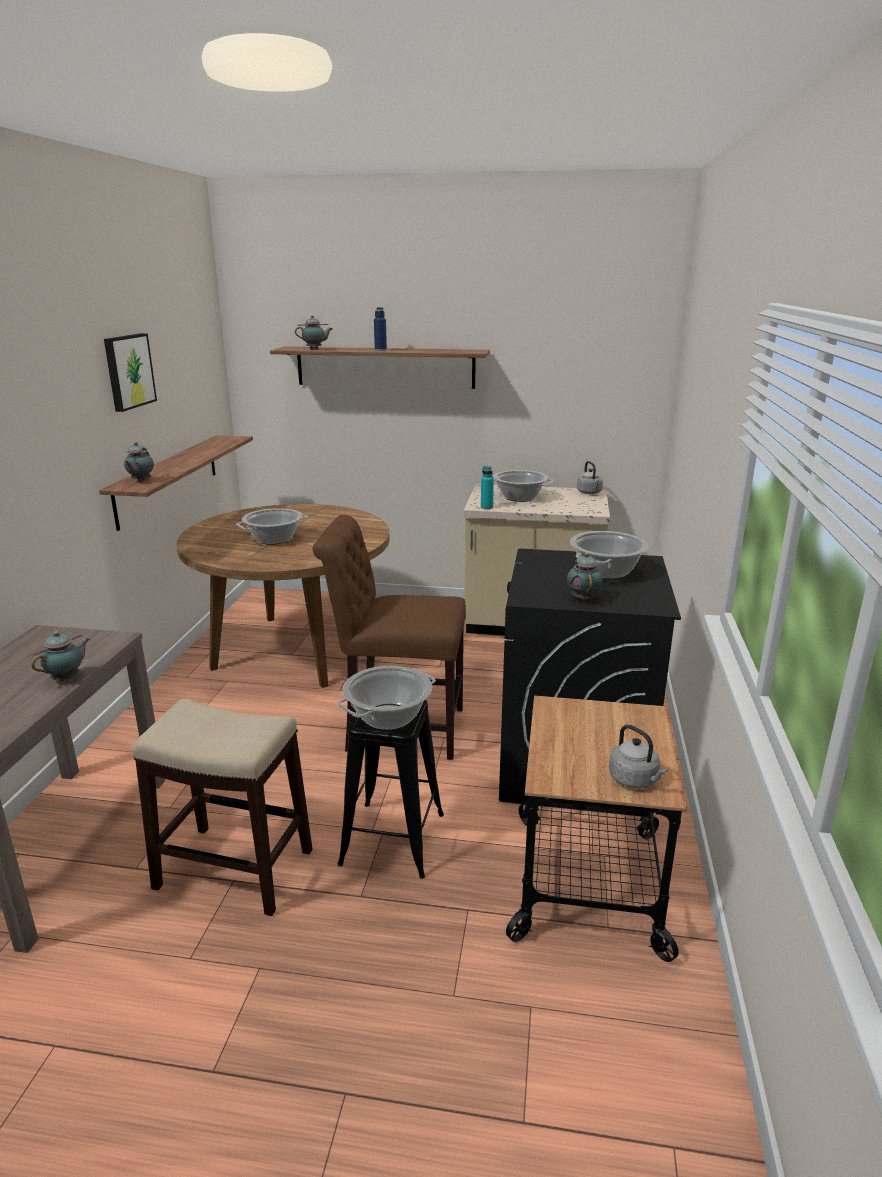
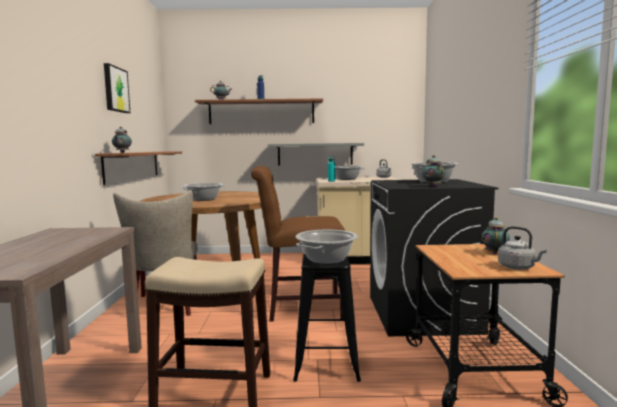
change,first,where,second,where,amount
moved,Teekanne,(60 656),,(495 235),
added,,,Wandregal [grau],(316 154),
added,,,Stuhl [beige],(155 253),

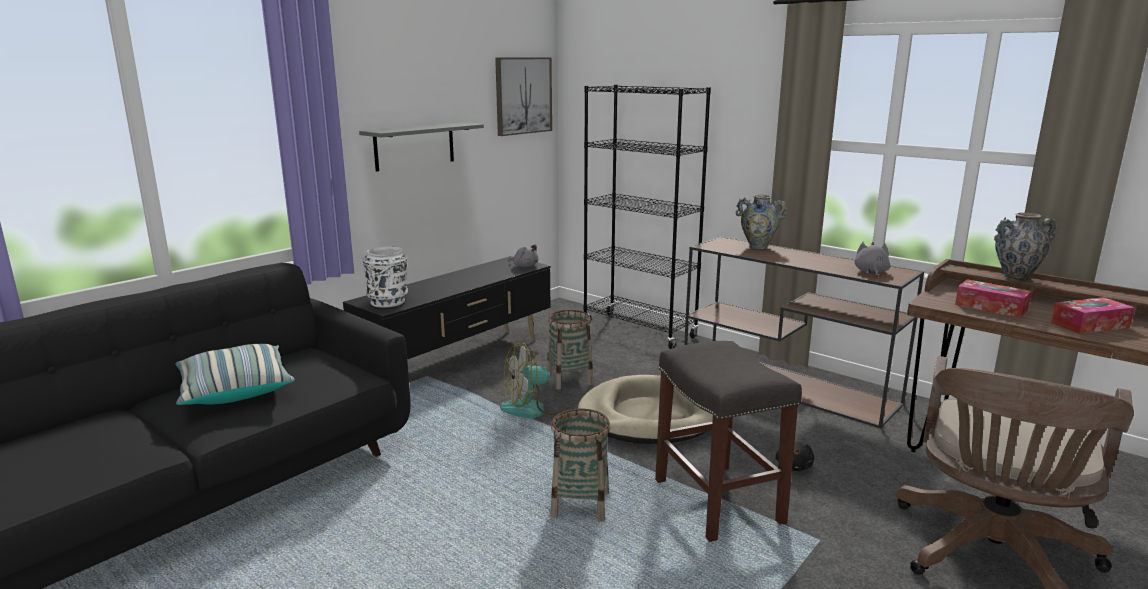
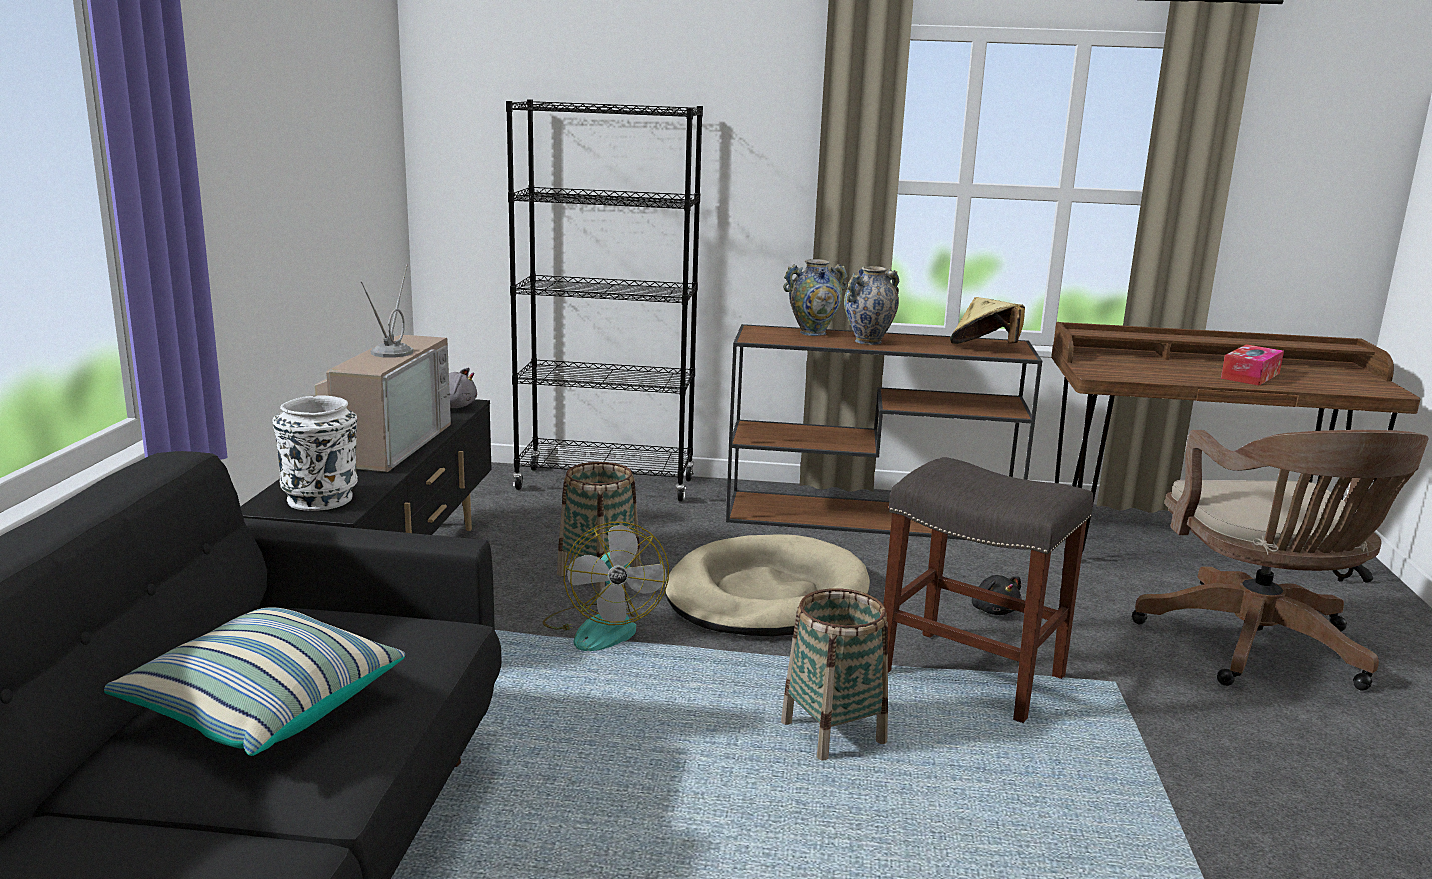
change,first,where,second,where,amount
removed,Bild,(523 96),,,
removed,Wandregal [grau],(421 147),,,
moved,Vase,(1025 247),,(871 305),
replaced,Plüschtier [grau],(872 259),Hut [beige],(987 320),
removed,Taschentuchbox,(993 298),,,
turned,Ventilator,(533 380),,(606 586),45 degrees counterclockwise
added,,,Fernseher,(382 368),

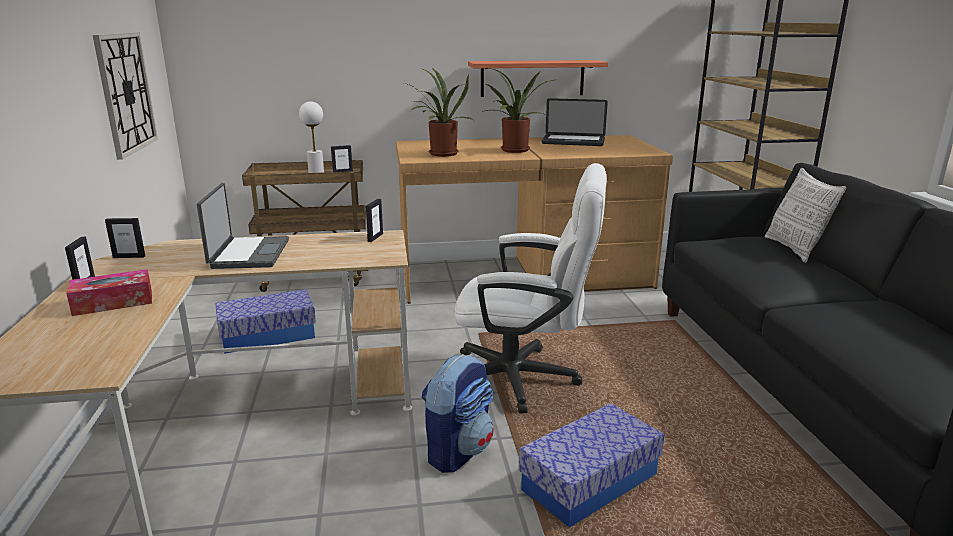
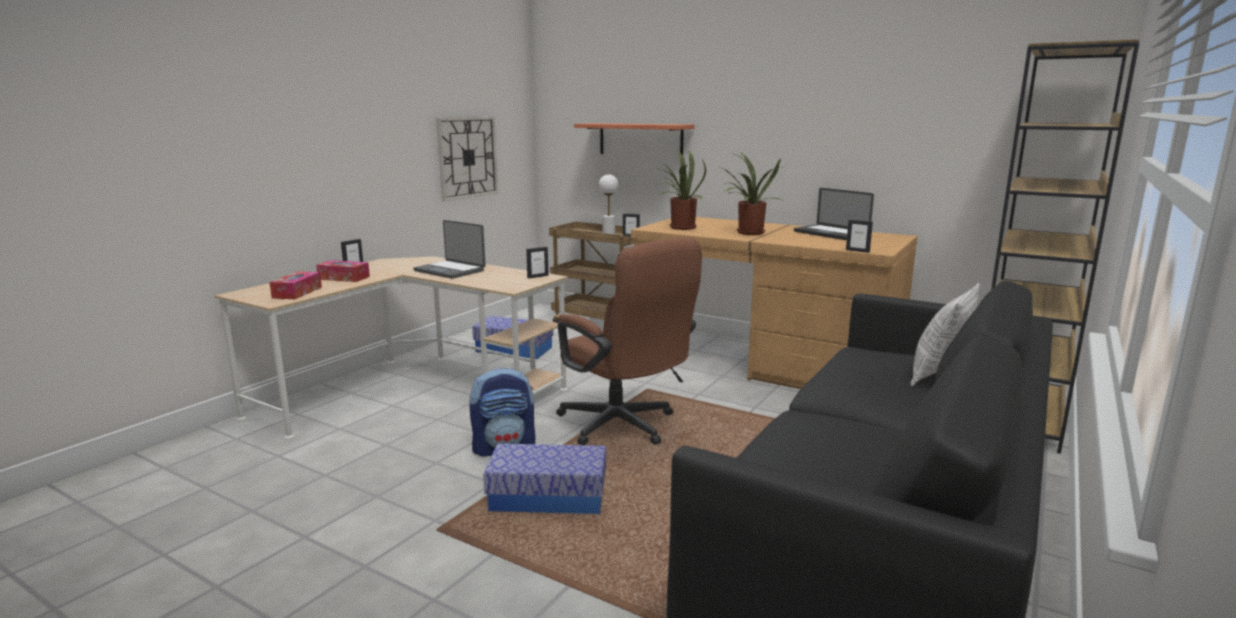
change,first,where,second,where,amount
moved,Wandregal,(538 78),,(634 139),
recoloured,Bürostuhl [weiß],(531 288),Bürostuhl [braun],(629 341),
turned,Laptop,(243 226),,(449 249),90 degrees clockwise
moved,Bilderrahmen,(125 238),,(859 236),
added,,,Taschentuchbox,(295 285),

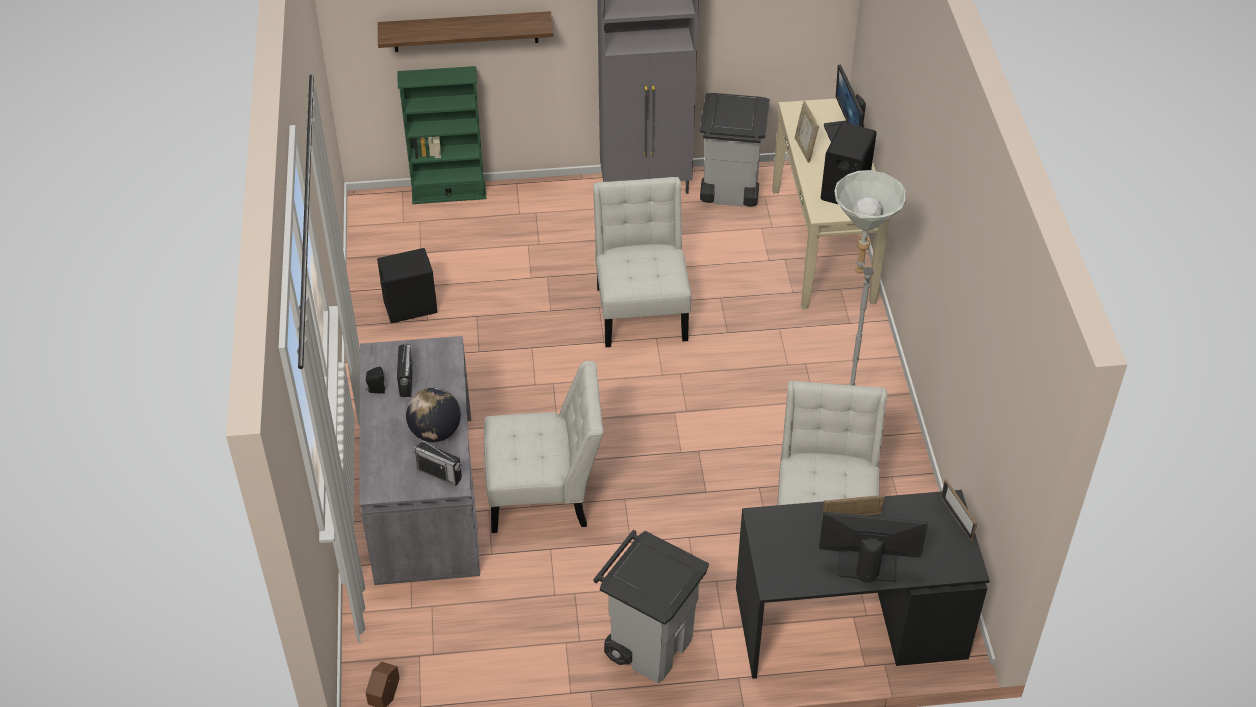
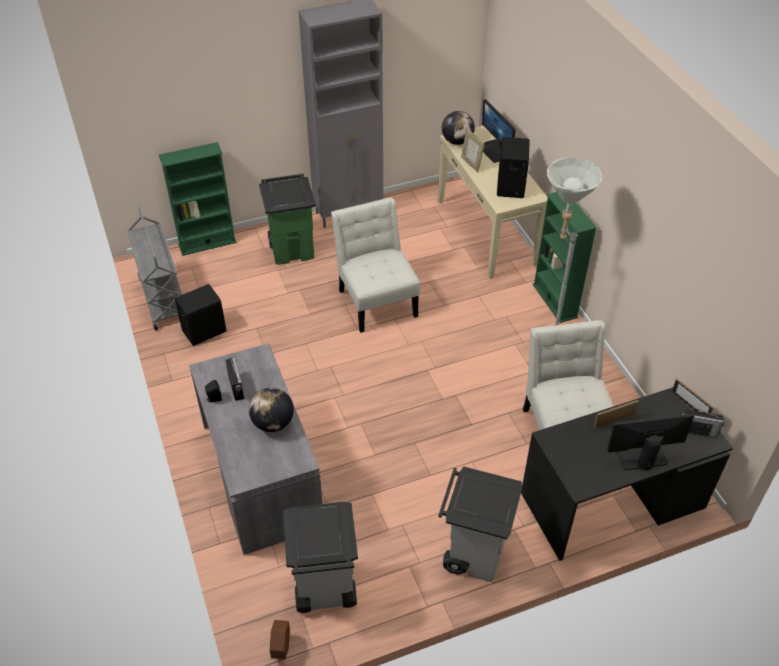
change,first,where,second,where,amount
removed,Wandregal,(465 31),,,
moved,Mülleimer [grau],(735 150),,(320 557),
removed,Stuhl [weiß],(543 447),,,
moved,Radio,(437 462),,(703 422),
added,,,Globus,(458 128),
added,,,Mülleimer [grün],(287 219),
added,,,Bücherregal [grün],(565 257),
added,,,Rollwagen [grau],(154 268),

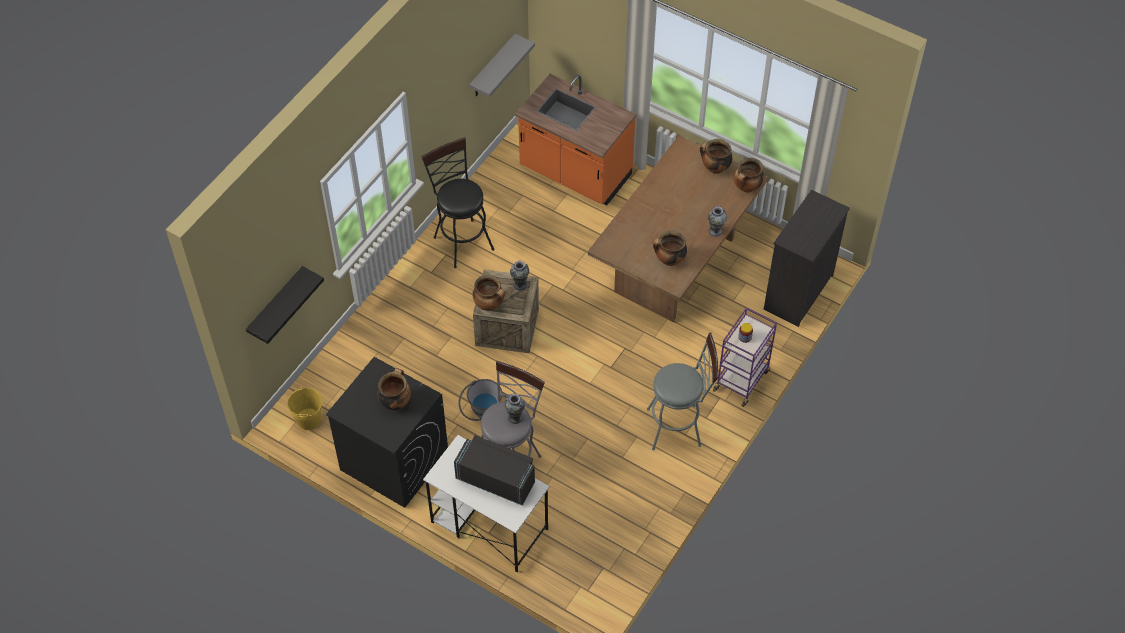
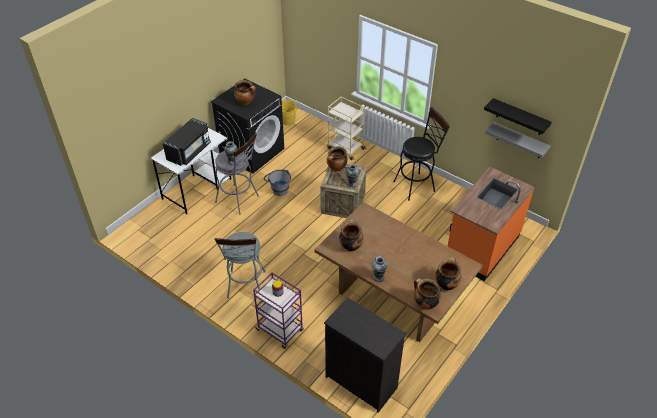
change,first,where,second,where,amount
moved,Wandregal [schwarz],(285 305),,(517 116),
added,,,Rollwagen [beige],(346 128),

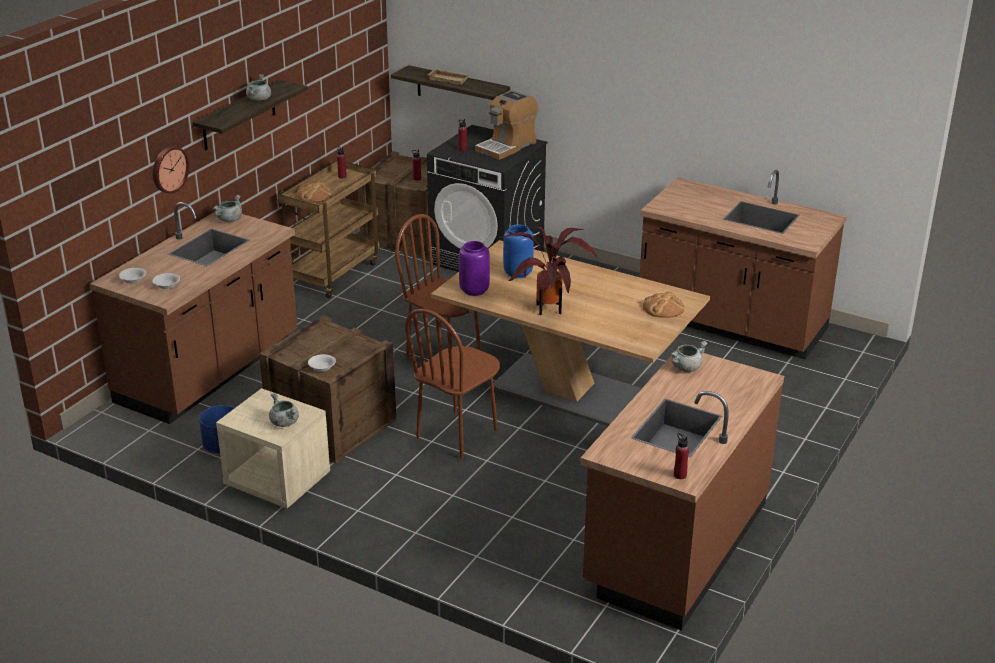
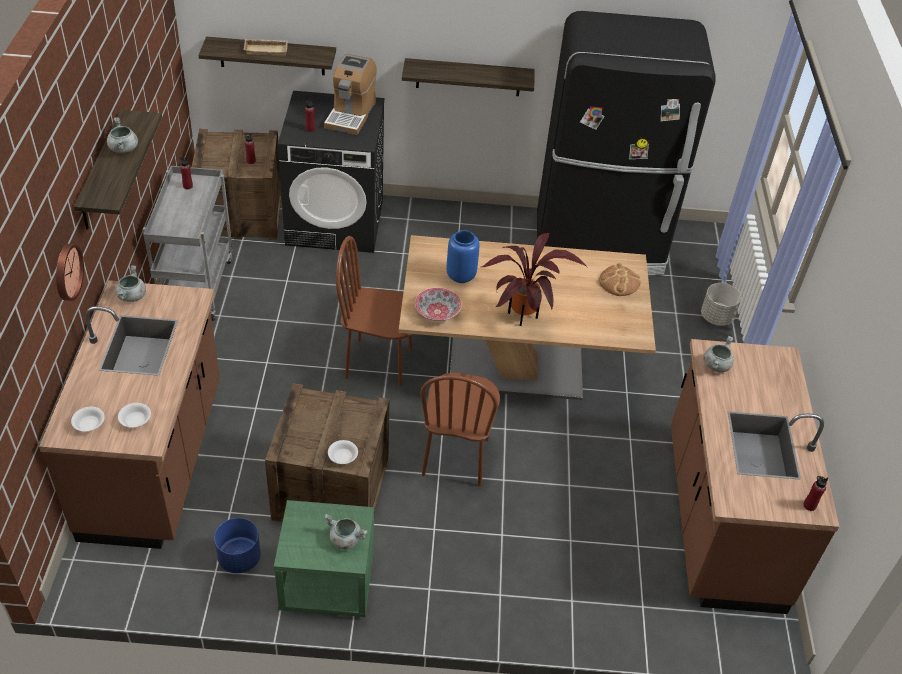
change,first,where,second,where,amount
recoloured,Rollwagen [braun],(329 229),Rollwagen [grau],(187 243),
replaced,Küchenzeile [braun],(743 264),Kühlschrank [schwarz],(626 143),
removed,Brot,(314 192),,,
replaced,Vase [lila],(474 268),Schüssel,(438 304),
recoloured,Nachttisch [beige],(273 448),Nachttisch [grün],(324 558),
added,,,Wandregal,(468 77),
added,,,Pflanzkübel [grau],(721 304),

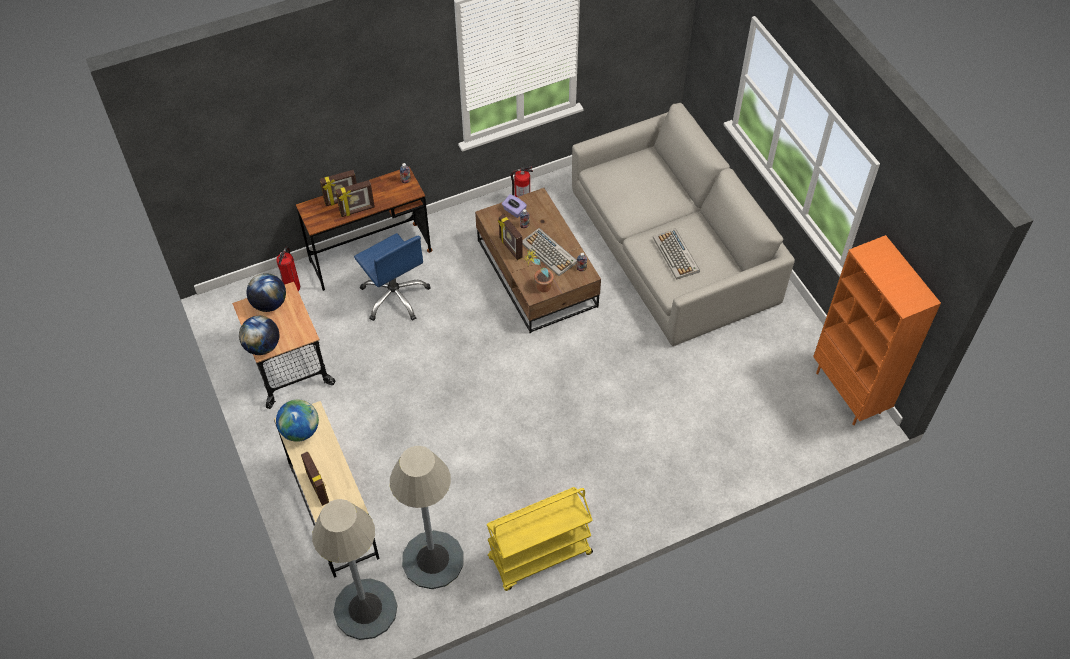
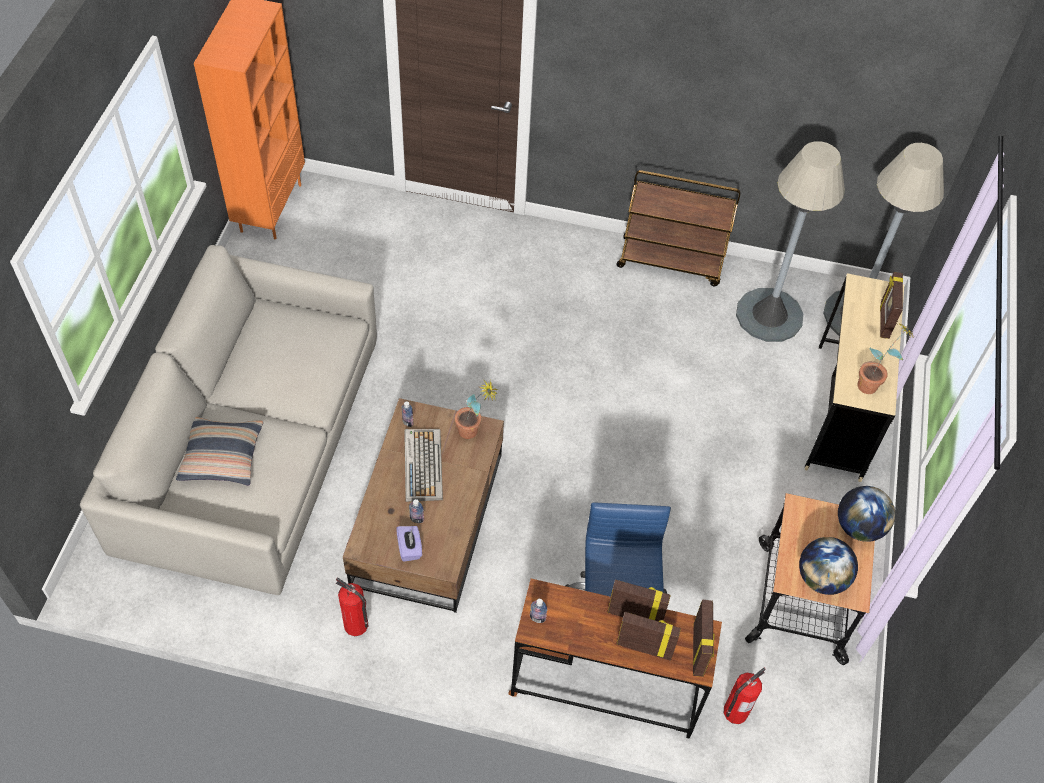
change,first,where,second,where,amount
moved,Bilderrahmen,(510 237),,(704 638),
removed,Tastatur,(676 254),,,
replaced,Globus,(297 420),Topfpflanze,(885 358),
recoloured,Rollwagen [gelb],(539 539),Rollwagen [braun],(679 228),
added,,,Kissen,(219 451),

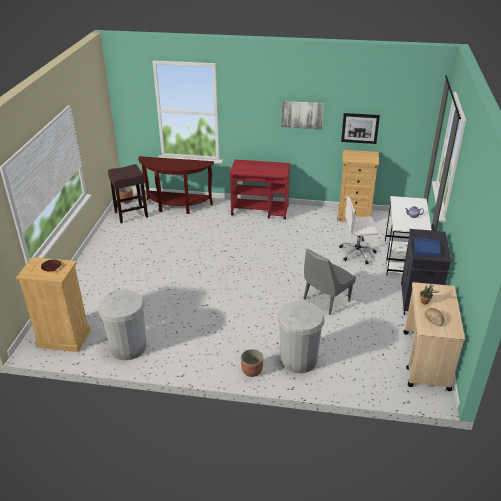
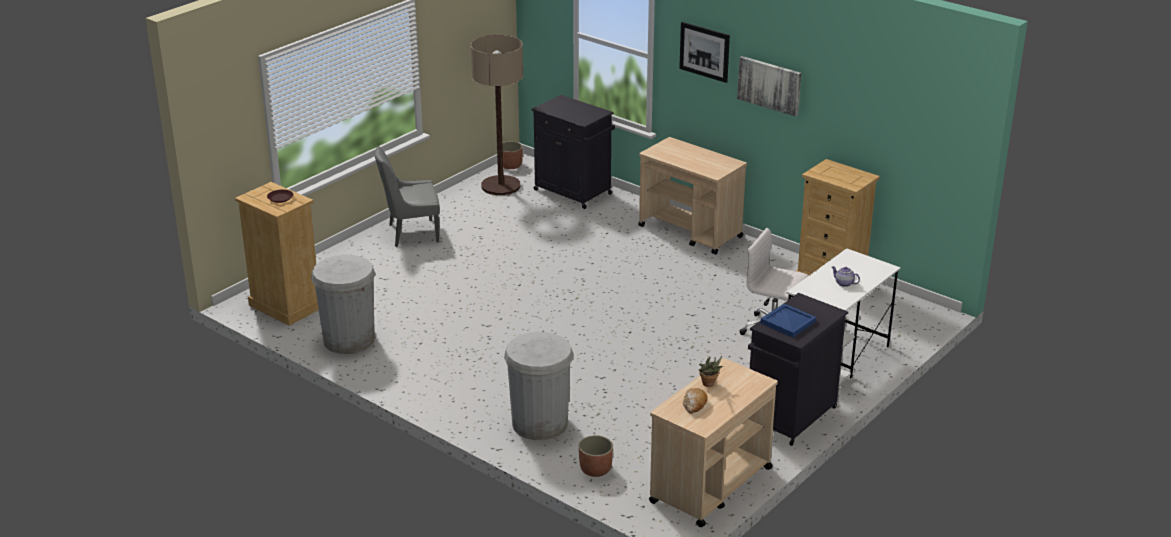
change,first,where,second,where,amount
moved,Bild,(360 128),,(704 52),
replaced,Konsolentisch [braun],(176 185),Schrank [schwarz],(573 152),
recoloured,Rollwagen [rot],(259 189),Rollwagen [beige],(692 196),
replaced,Hocker [braun],(128 193),Stehlampe,(497 115),
moved,Stuhl [grau],(329 281),,(407 196),
moved,Pflanzkübel,(252 363),,(596 456),

